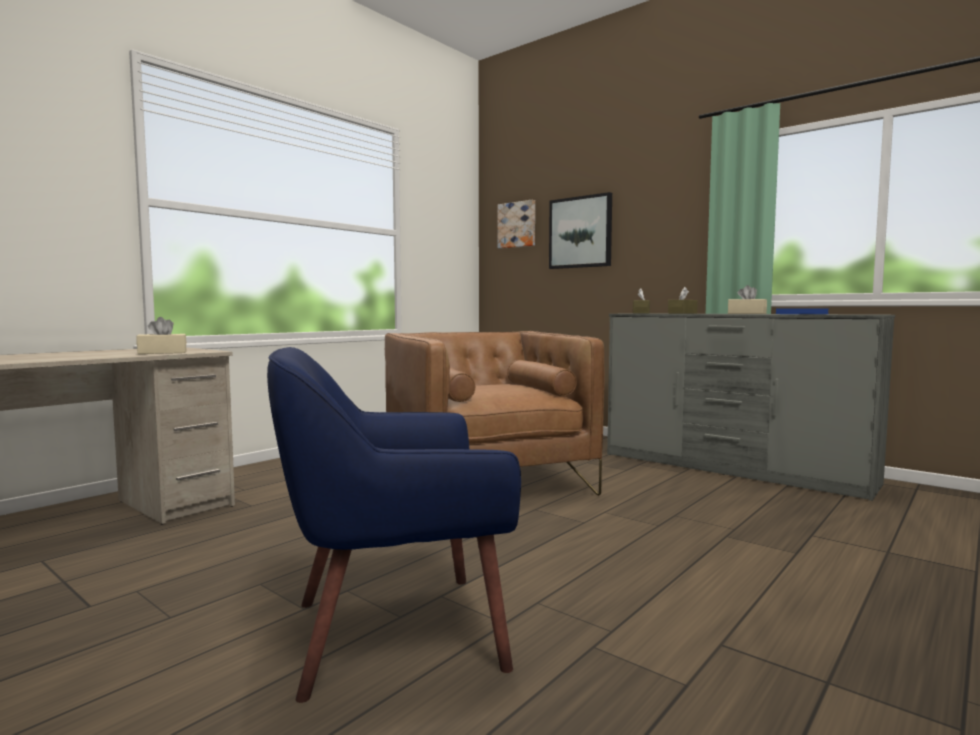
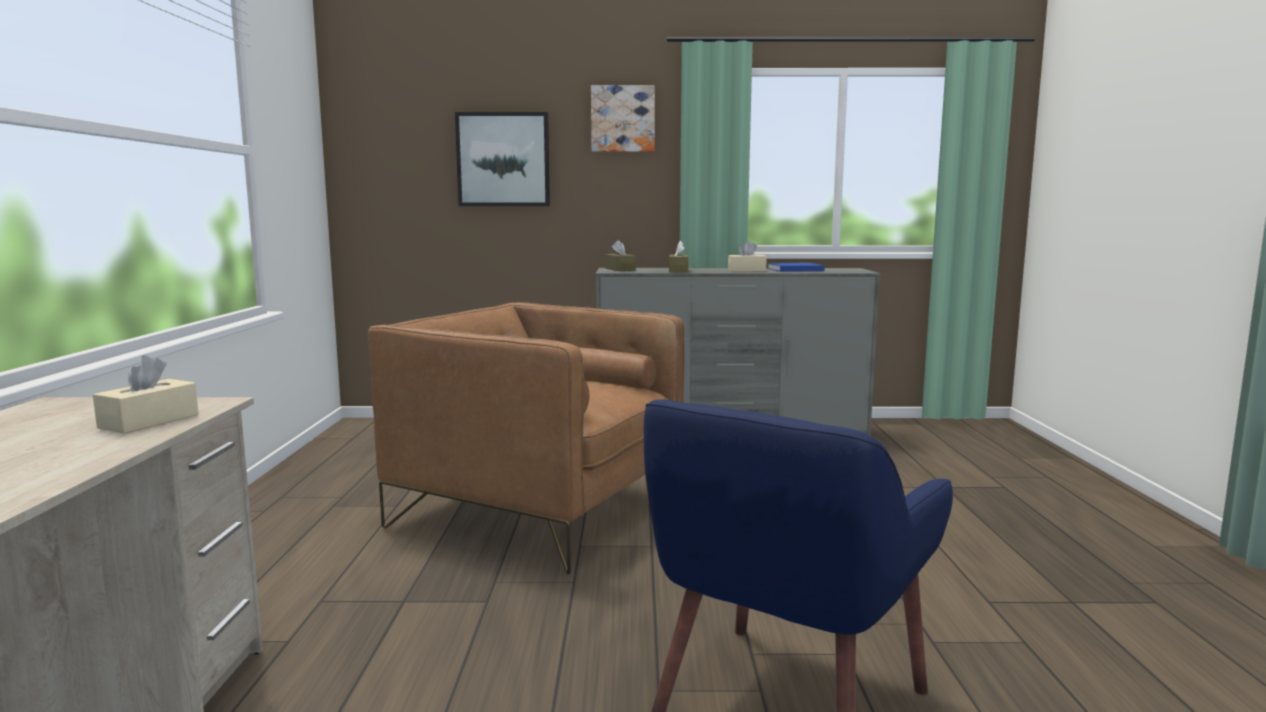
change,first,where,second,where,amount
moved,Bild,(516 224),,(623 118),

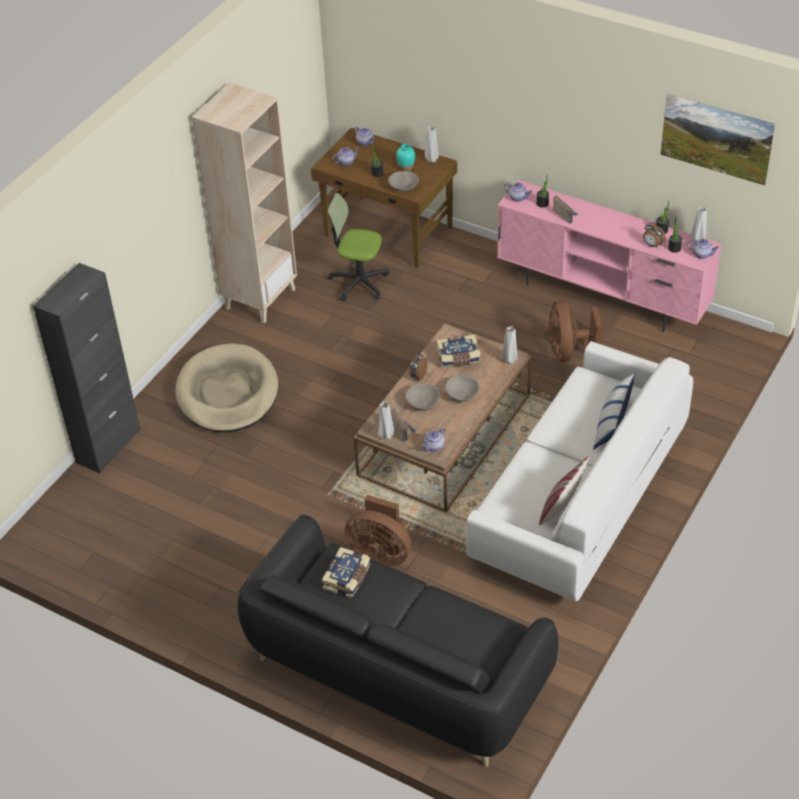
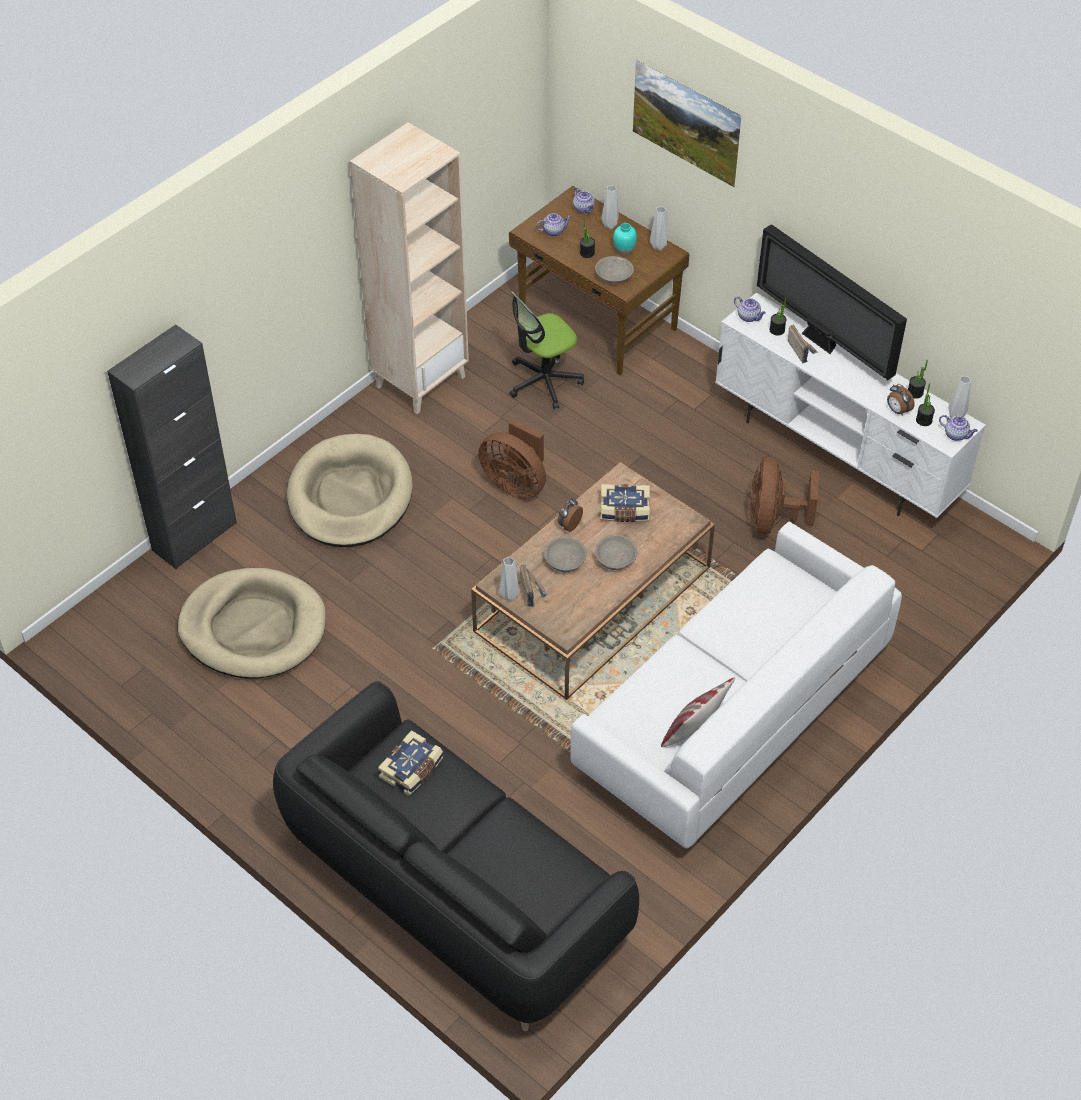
change,first,where,second,where,amount
moved,Bild,(717 140),,(687 123),
recoloured,Fernsehschrank [rosa],(609 256),Fernsehschrank [weiß],(850 405),
turned,Bürostuhl,(358 247),,(546 350),60 degrees counterclockwise
moved,Vase [grau],(509 345),,(610 207),
removed,Kissen,(614 411),,,
removed,Teekanne,(434 440),,,
moved,Ventilator [braun],(378 530),,(512 459),
added,,,Fernseher,(832 302),
added,,,Hundebett [beige],(251 623),

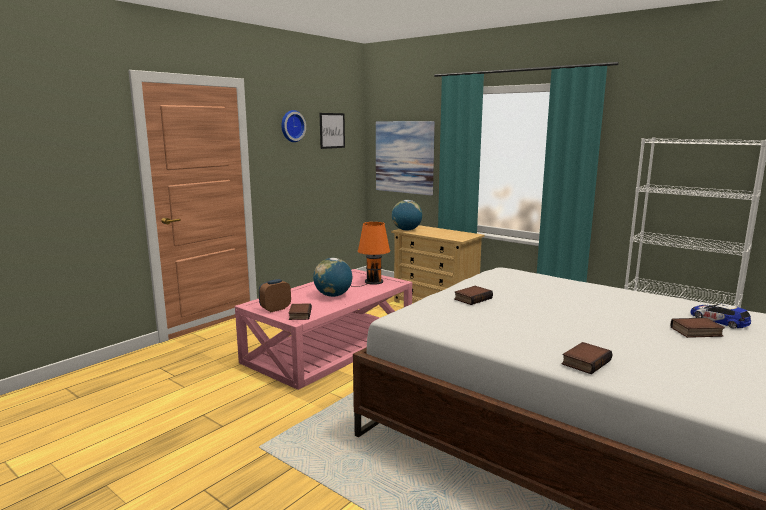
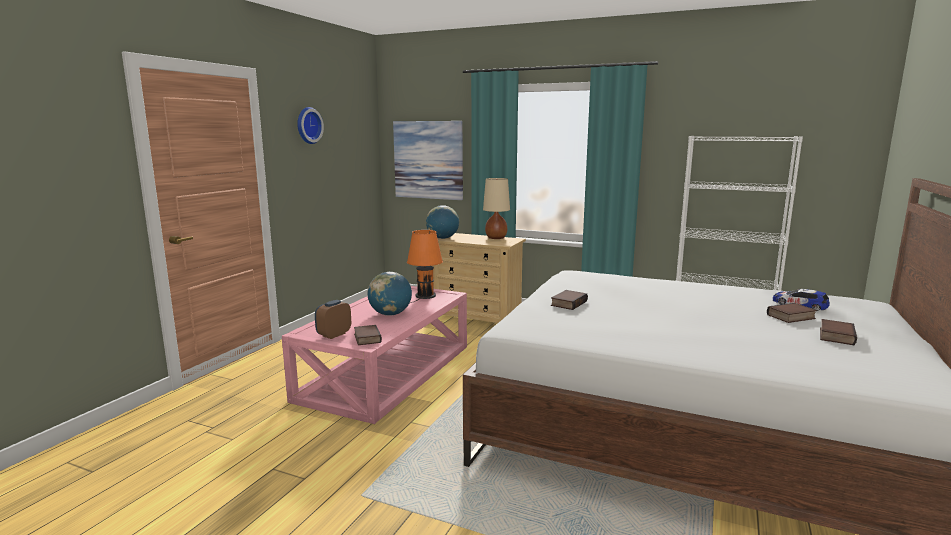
change,first,where,second,where,amount
removed,Bild,(332 131),,,
moved,Buch,(587 358),,(838 332),
added,,,Tischlampe [beige],(496 208),

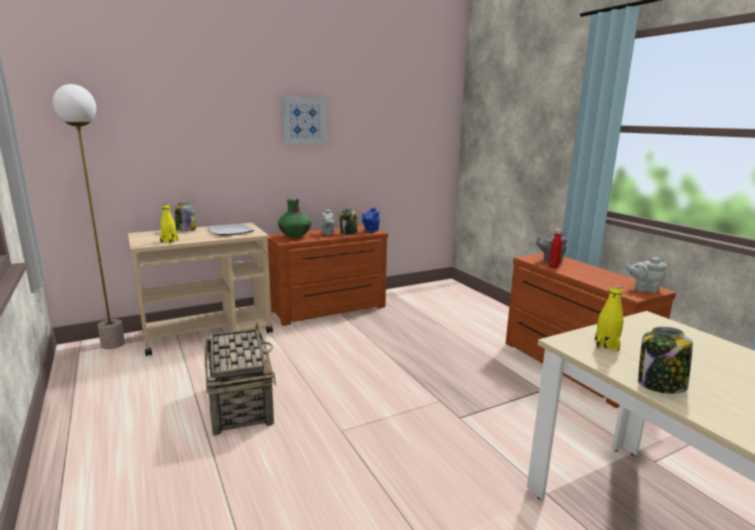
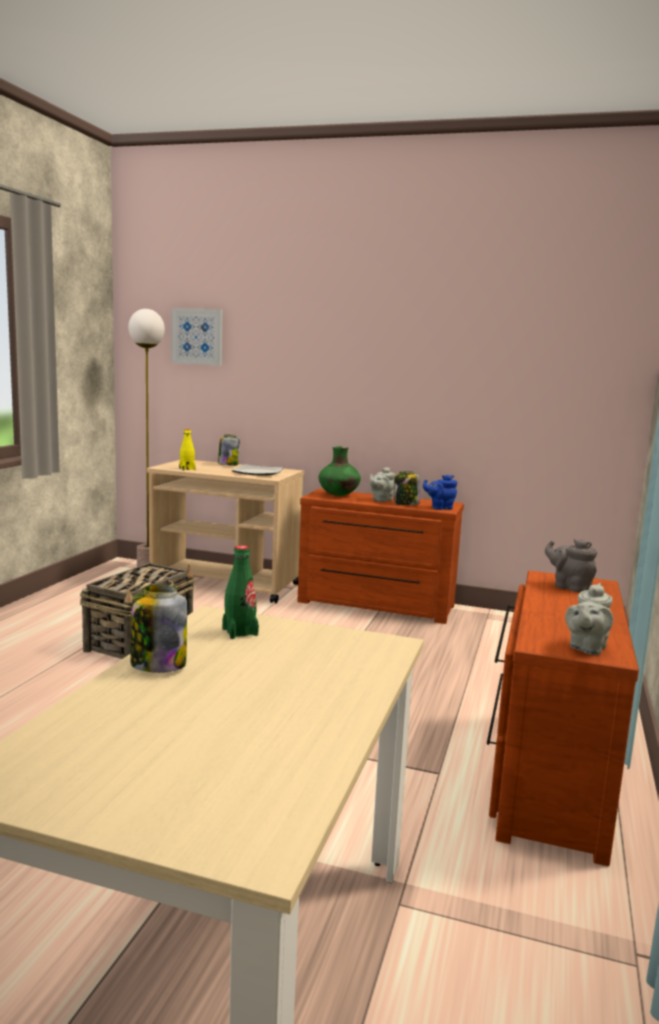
change,first,where,second,where,amount
moved,Bild,(304 120),,(196 336),
removed,Flasche [rot],(555 248),,,
turned,Teekanne [grau],(646 275),,(589 619),120 degrees counterclockwise
recoloured,Flasche [gelb],(609 318),Flasche [grün],(240 592),

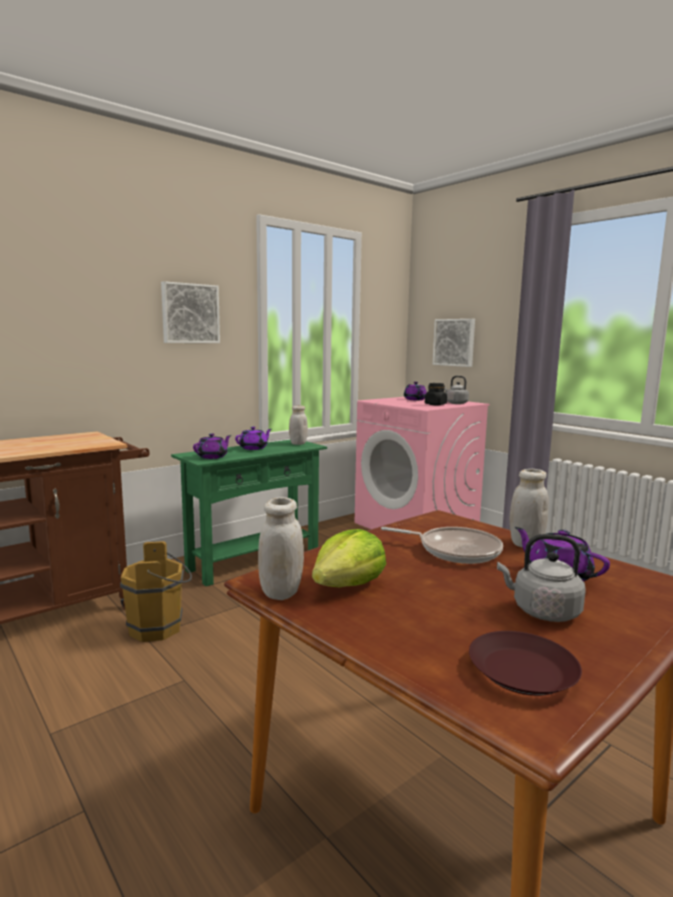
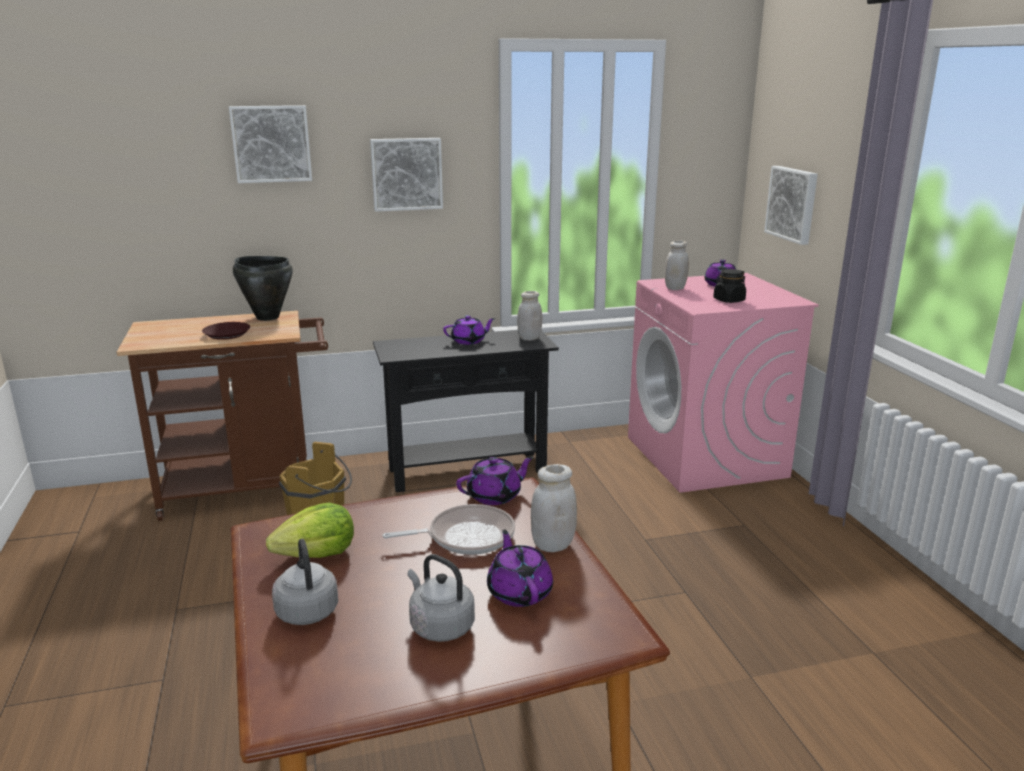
change,first,where,second,where,amount
moved,Wasserkessel [grau],(456 390),,(305 582),
moved,Teekanne [lila],(212 446),,(495 480),
recoloured,Konsolentisch [grün],(249 513),Konsolentisch [schwarz],(466 411),
moved,Vorratsglas [weiß],(281 548),,(677 265),
turned,Pfanne,(442 545),,(448 529),60 degrees counterclockwise
moved,Teller [braun],(525 663),,(226 331),
added,,,Bild,(270 144),
added,,,Kochtopf [schwarz],(263 288),

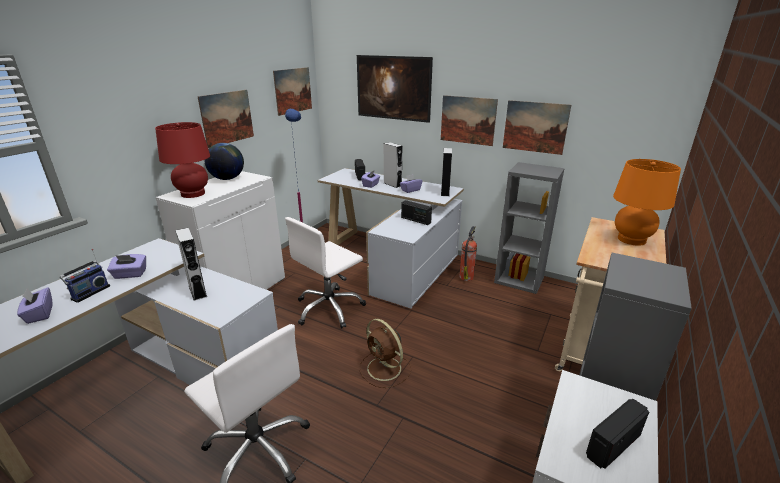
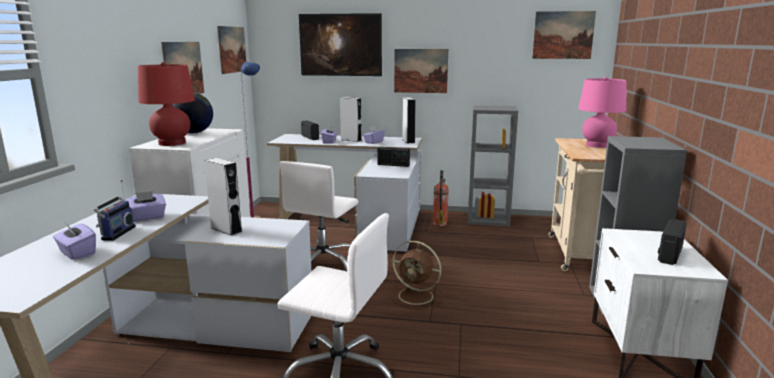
change,first,where,second,where,amount
moved,Bild,(537 127),,(564 35),
recoloured,Tischlampe [orange],(647 202),Tischlampe [rosa],(602 112),

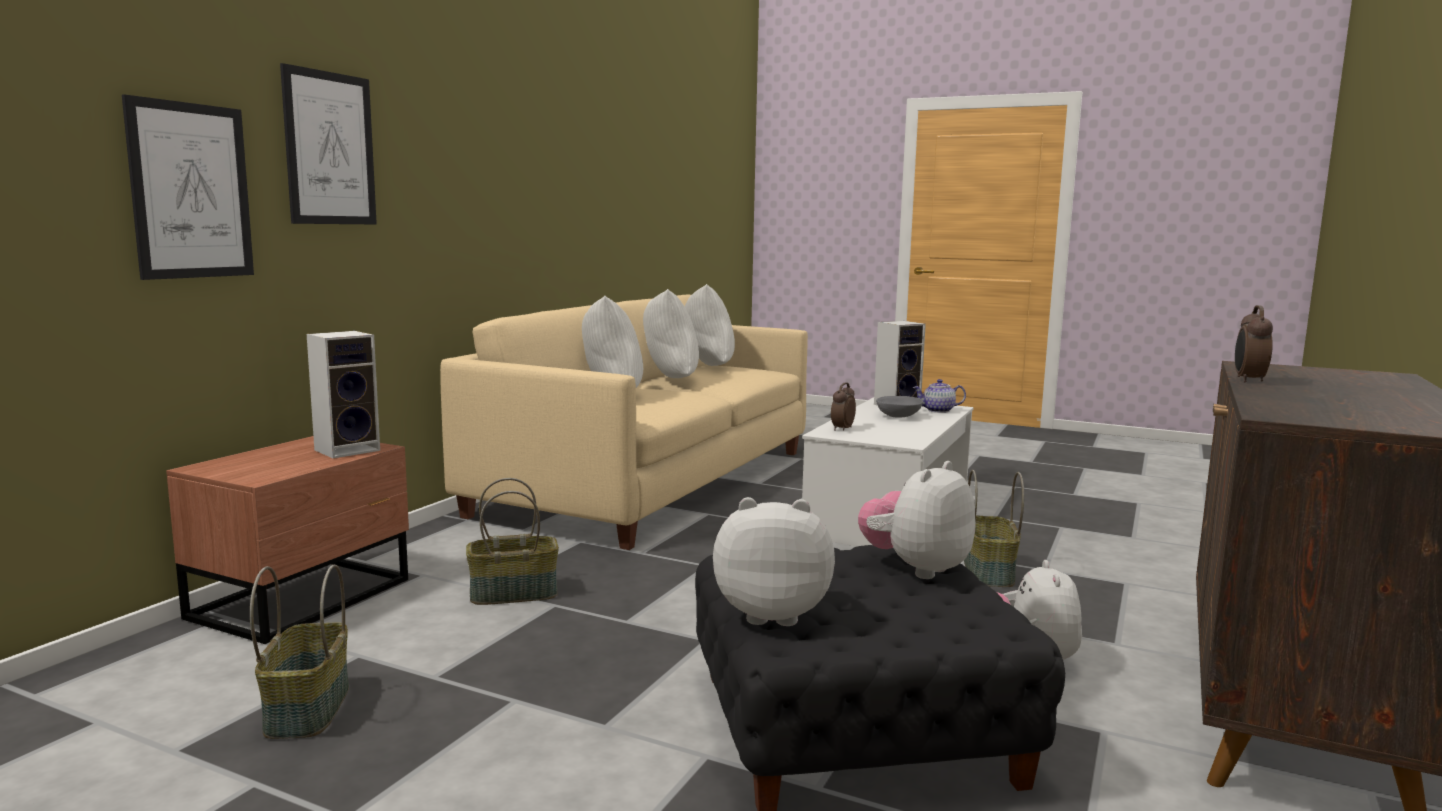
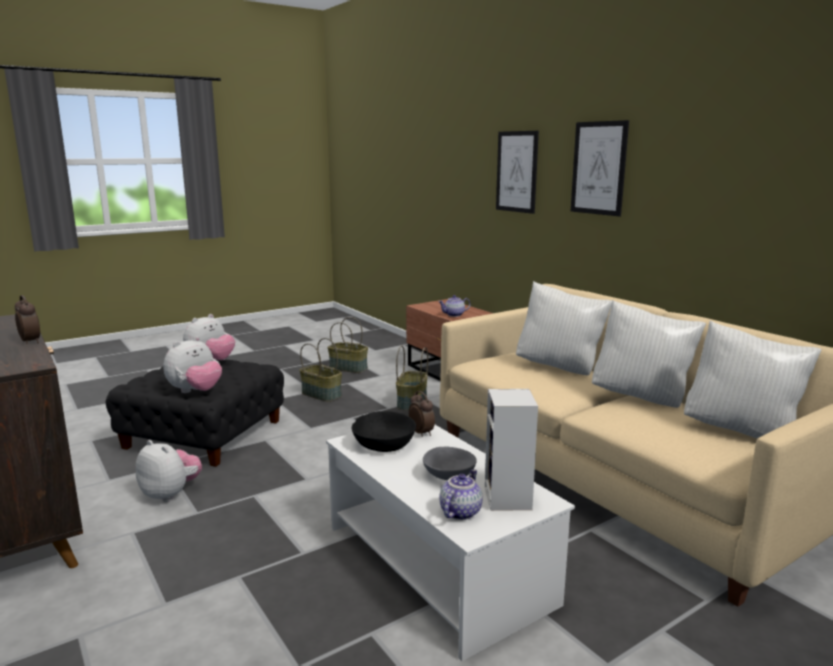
change,first,where,second,where,amount
moved,Bild,(188 187),,(600 168),
replaced,Lautsprecher,(343 394),Teekanne,(454 306),
turned,Plüschtier,(917 520),,(192 365),60 degrees clockwise
moved,Korb,(994 528),,(321 370),
added,,,Schüssel [schwarz],(384 431),

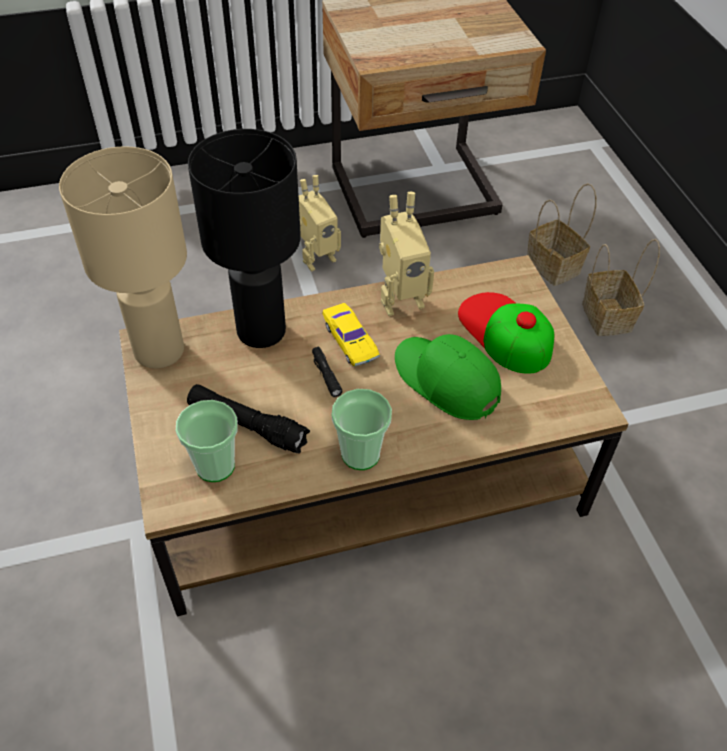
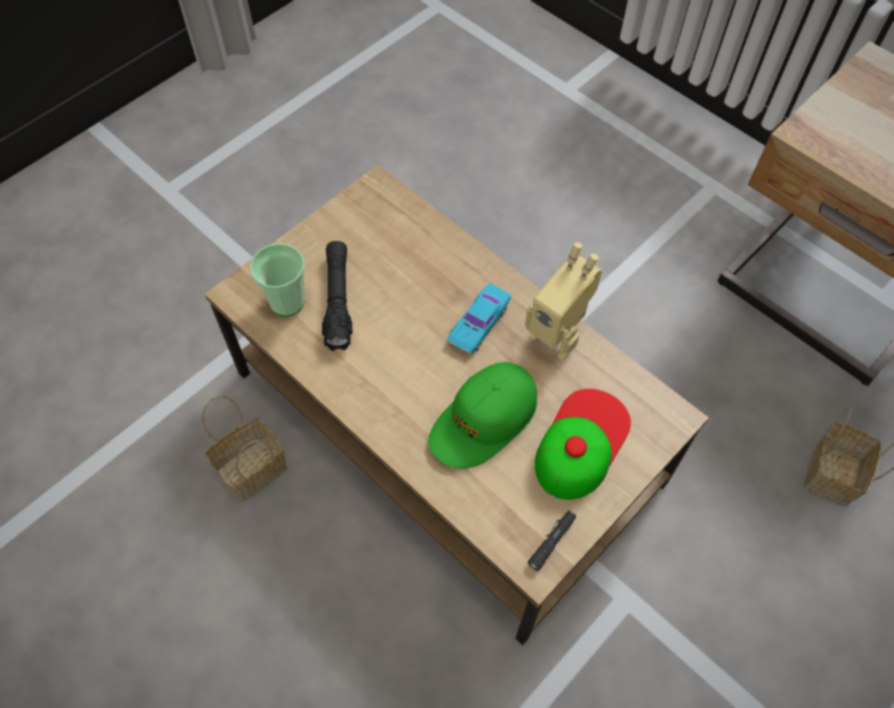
change,first,where,second,where,amount
removed,Tischlampe [schwarz],(244 238),,,
removed,Tischlampe [beige],(123 257),,,
removed,Spielzeugroboter,(320 223),,,
moved,Korb,(621 287),,(244 449),
recoloured,Spielzeugauto [gelb],(351 334),Spielzeugauto [türkis],(479 318),
turned,Kappe [grün],(448 377),,(482 415),150 degrees counterclockwise
moved,Taschenlampe [schwarz],(327 372),,(551 541),
removed,Tasse,(361 429),,,

